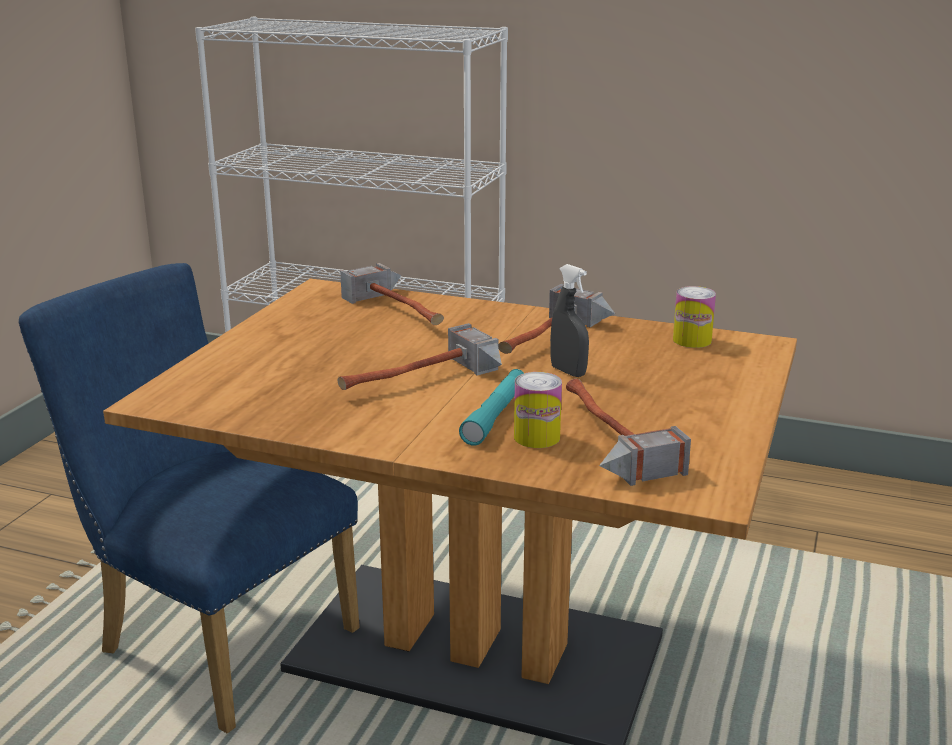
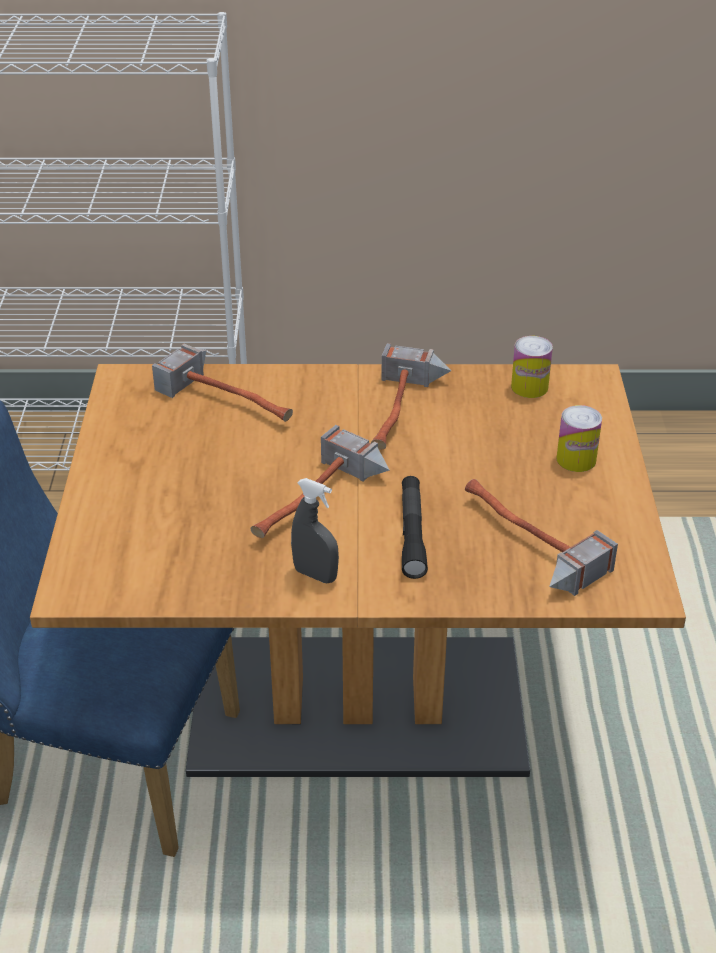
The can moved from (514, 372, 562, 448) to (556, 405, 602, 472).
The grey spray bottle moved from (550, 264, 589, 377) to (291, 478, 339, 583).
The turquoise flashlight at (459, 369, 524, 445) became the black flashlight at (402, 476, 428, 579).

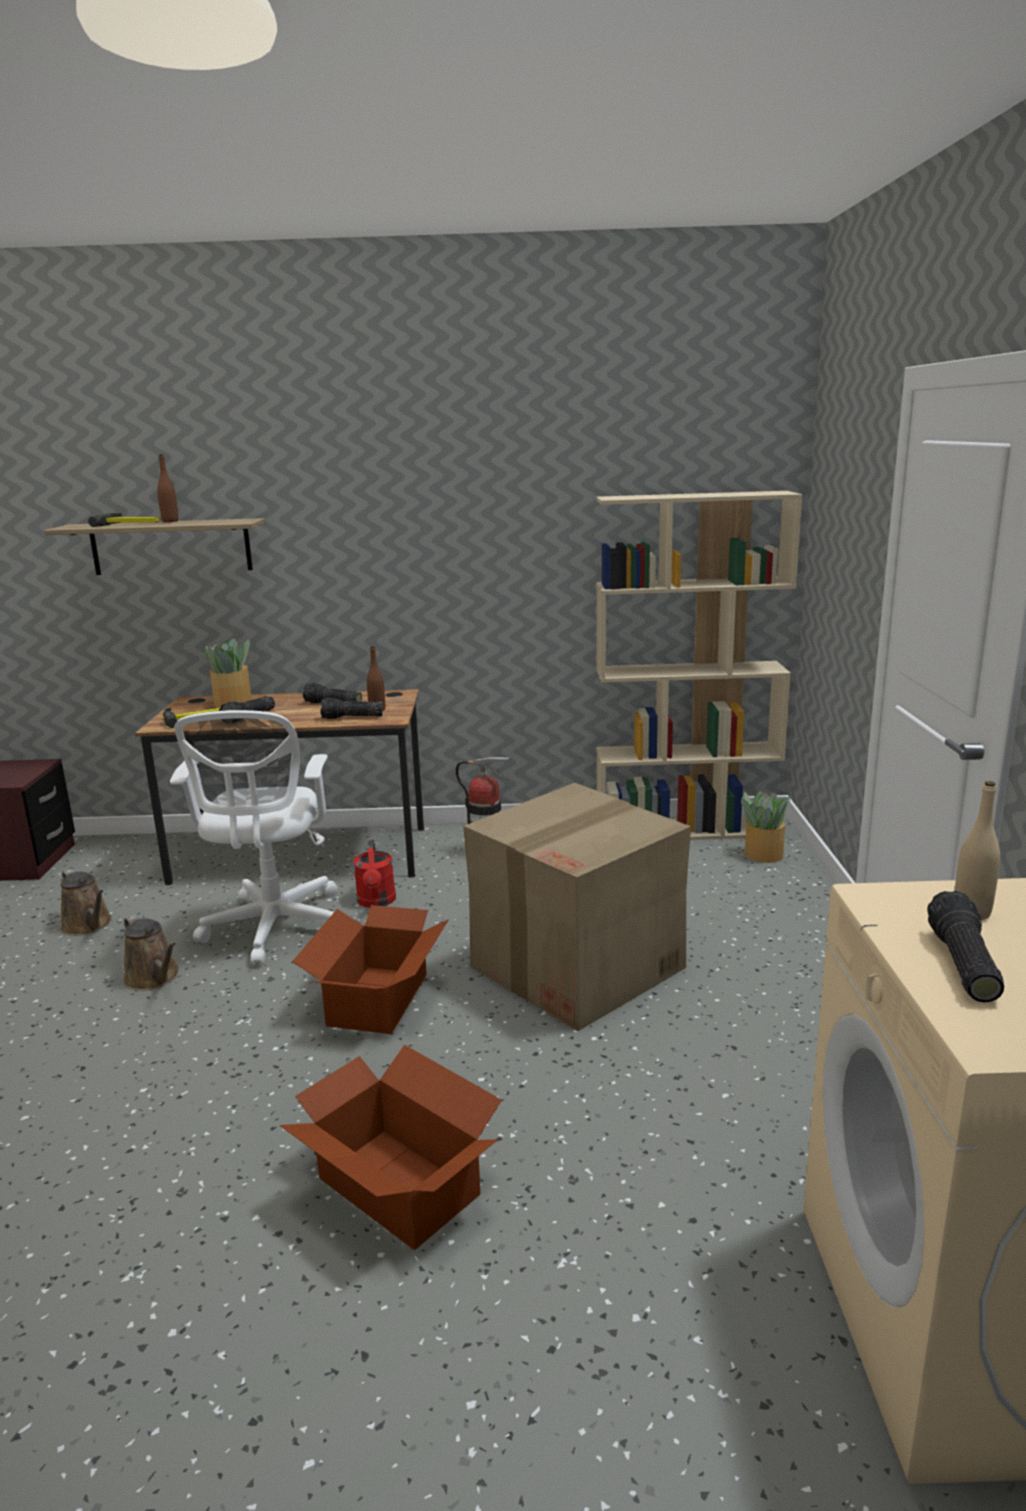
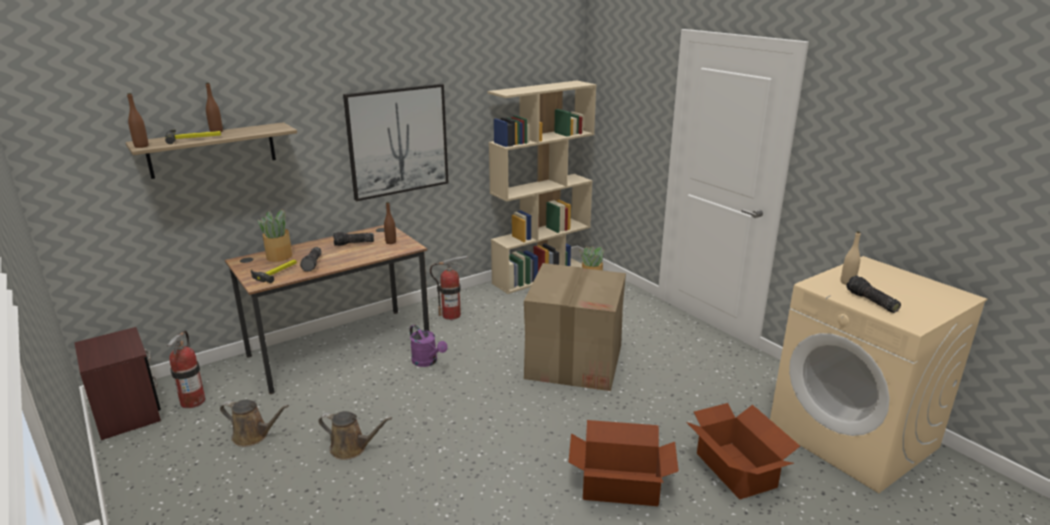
The white office chair at (170, 710, 338, 965) disappeared.
The flashlight at (320, 698, 383, 719) disappeared.
The brown bottle at (127, 93, 149, 148) appeared.
The fire extinguisher at (167, 330, 205, 408) appeared.
The picture at (343, 84, 449, 201) appeared.
The cardboard box moved from (292, 905, 449, 1034) to (686, 403, 800, 499).
The red watering can at (353, 840, 396, 908) became the purple watering can at (410, 325, 448, 367).

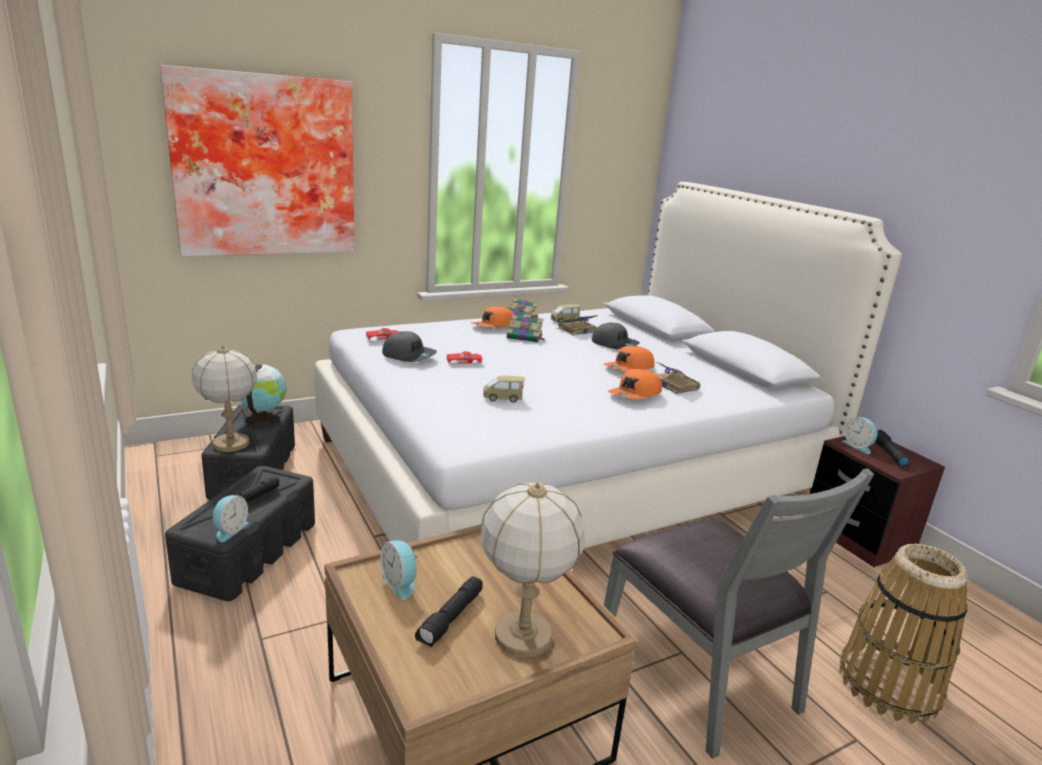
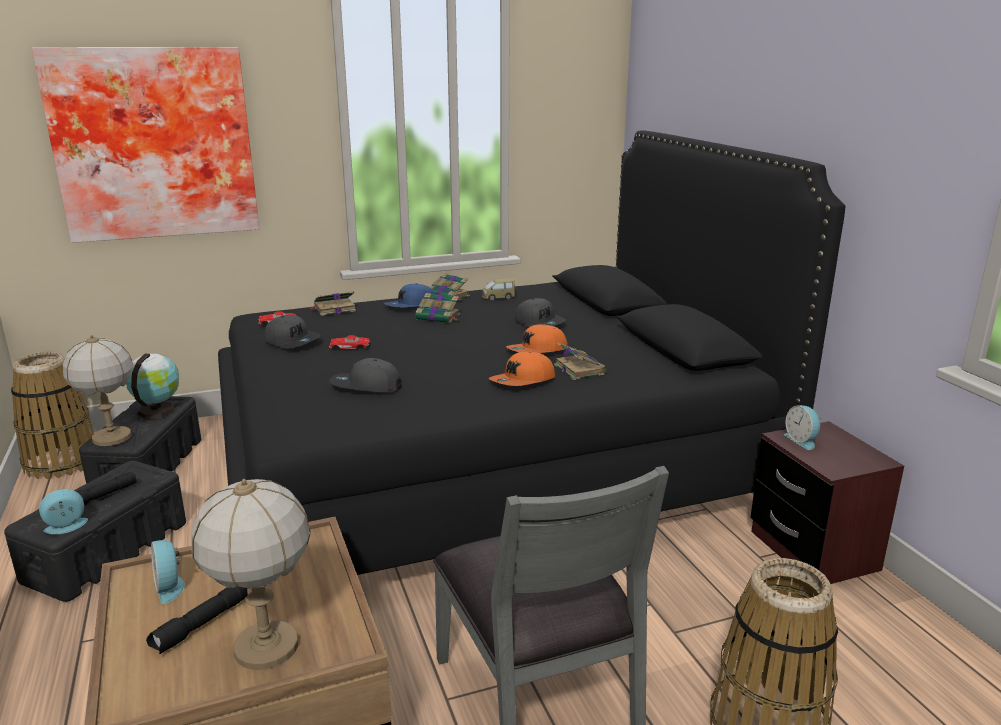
The black flashlight at (875, 430, 910, 466) disappeared.
The basket at (11, 352, 94, 479) appeared.
The book moved from (558, 315, 598, 335) to (311, 291, 356, 316).
The toy car at (483, 376, 525, 403) was replaced by the grey cap at (329, 358, 402, 392).
The white bed at (315, 182, 902, 549) became the black bed at (218, 130, 845, 575).
The orange cap at (471, 306, 514, 327) became the blue cap at (384, 283, 435, 308).
The alarm clock at (212, 495, 249, 542) turned 150 degrees counterclockwise.

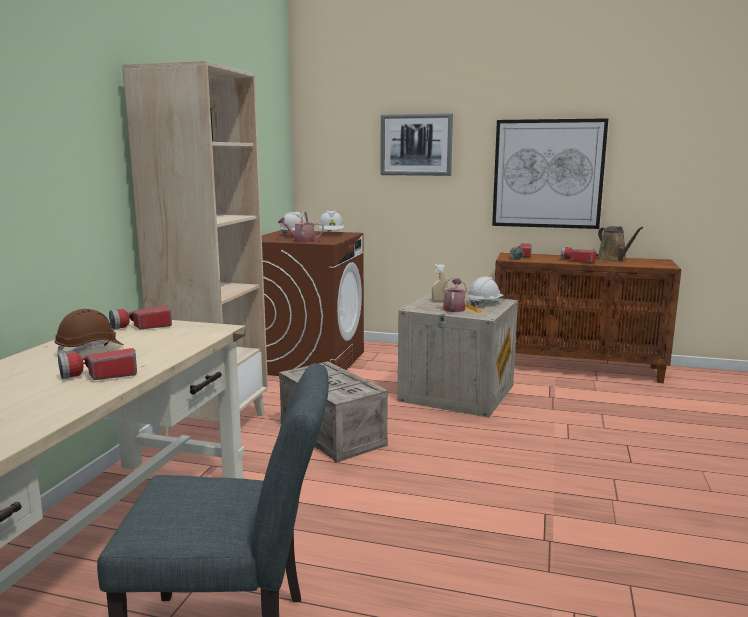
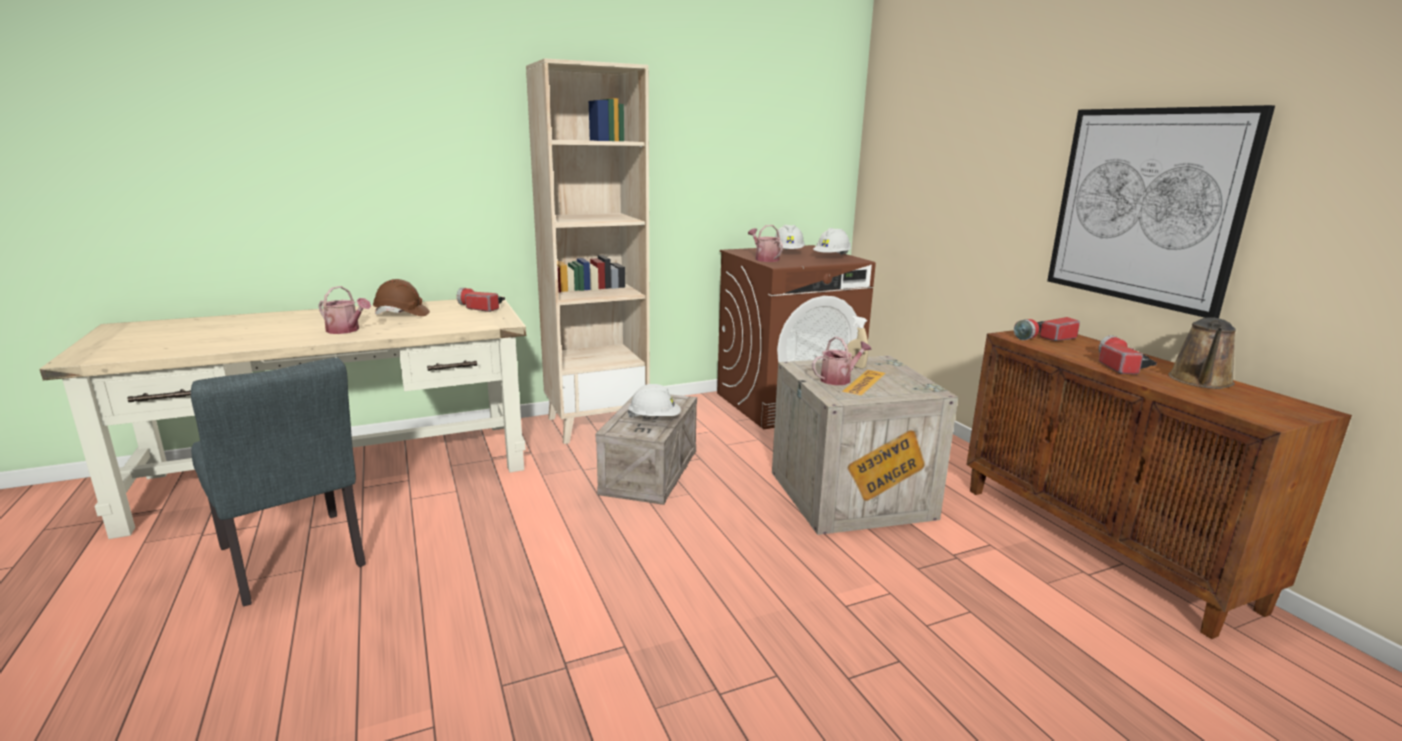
The picture at (381, 113, 453, 176) disappeared.
The white hard hat moved from (467, 277, 504, 307) to (627, 384, 681, 418).
The flashlight at (58, 348, 137, 380) was replaced by the watering can at (318, 286, 371, 334).

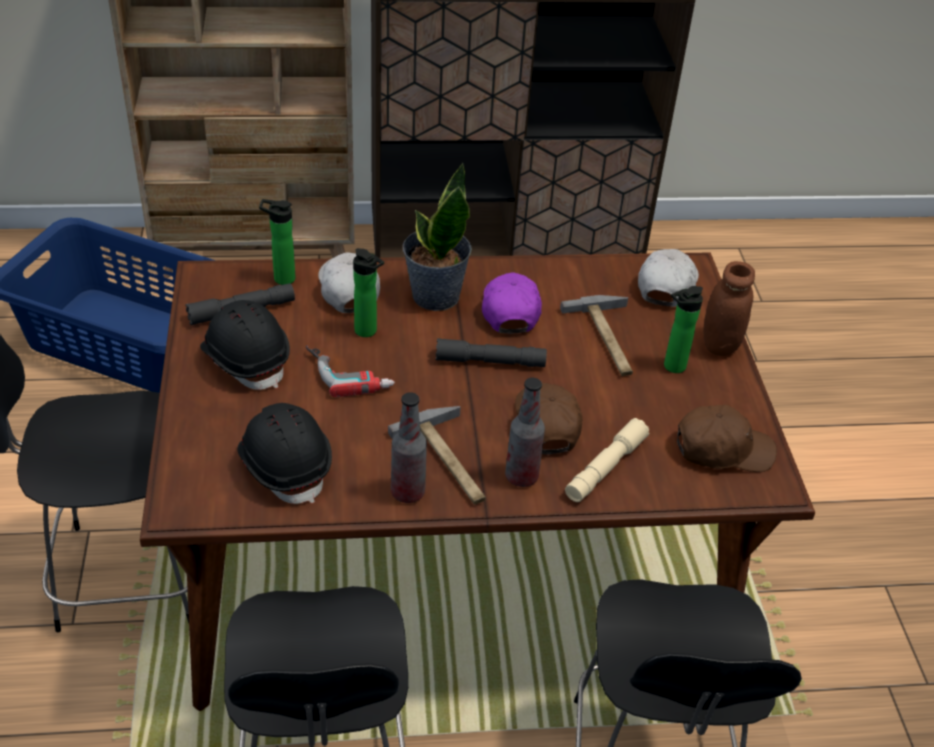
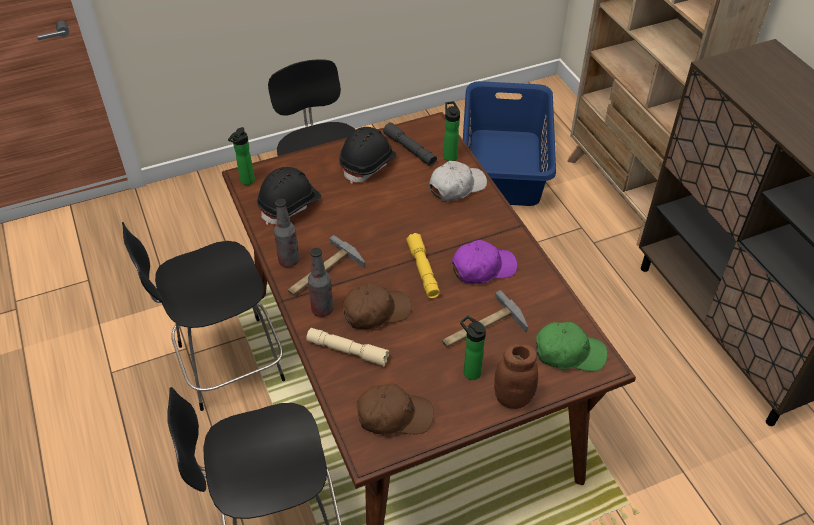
The power drill at (306, 345, 395, 397) disappeared.
The potted plant at (403, 163, 472, 311) disappeared.
The bottle moved from (353, 248, 384, 337) to (228, 127, 255, 185).
The grey flashlight at (436, 338, 547, 367) became the yellow flashlight at (406, 233, 440, 298).
The white cap at (638, 249, 699, 307) became the green cap at (536, 322, 608, 372).
The brown cap at (677, 405, 777, 472) turned 75 degrees counterclockwise.

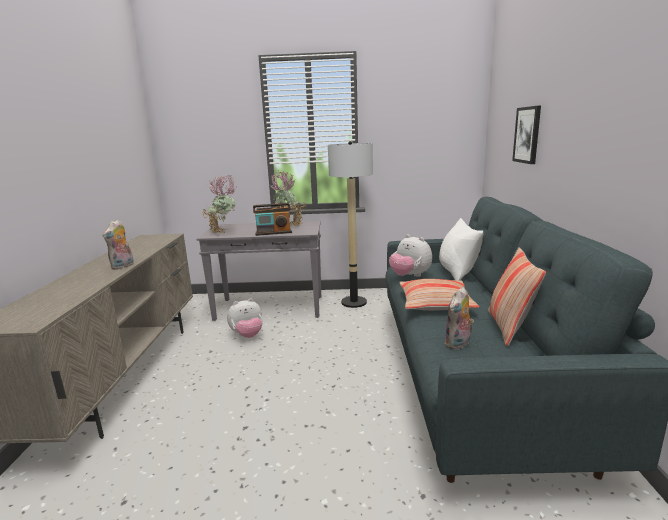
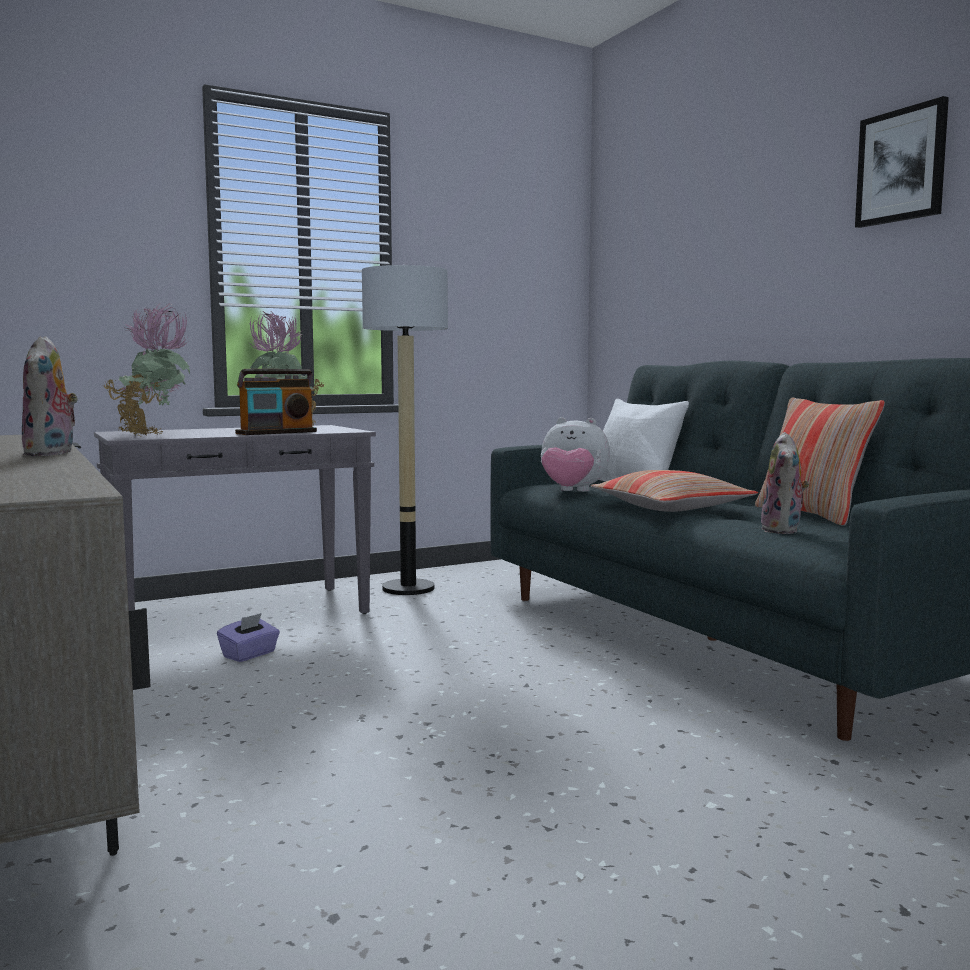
The picture moved from (512, 106, 541, 164) to (855, 96, 949, 228).
The plush toy at (227, 298, 263, 338) was replaced by the purple tissue box at (217, 613, 280, 662).

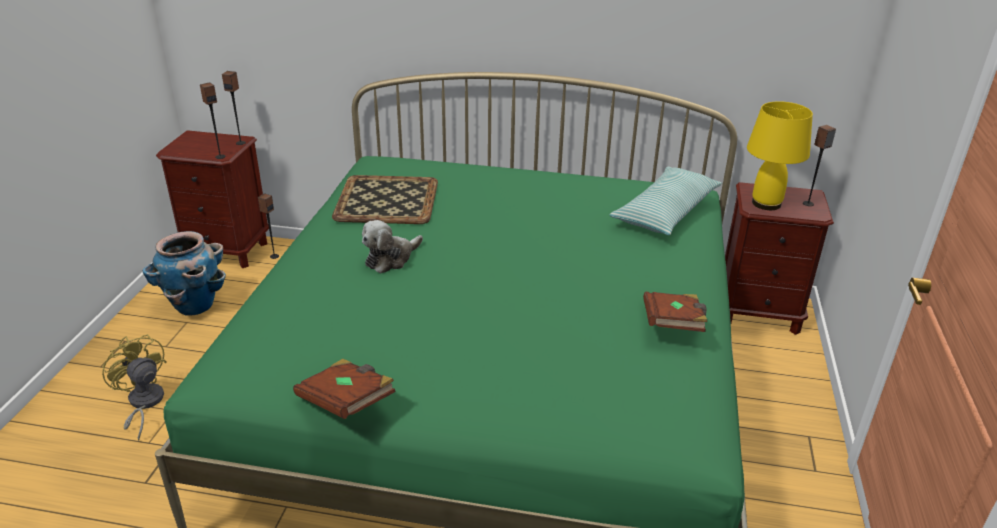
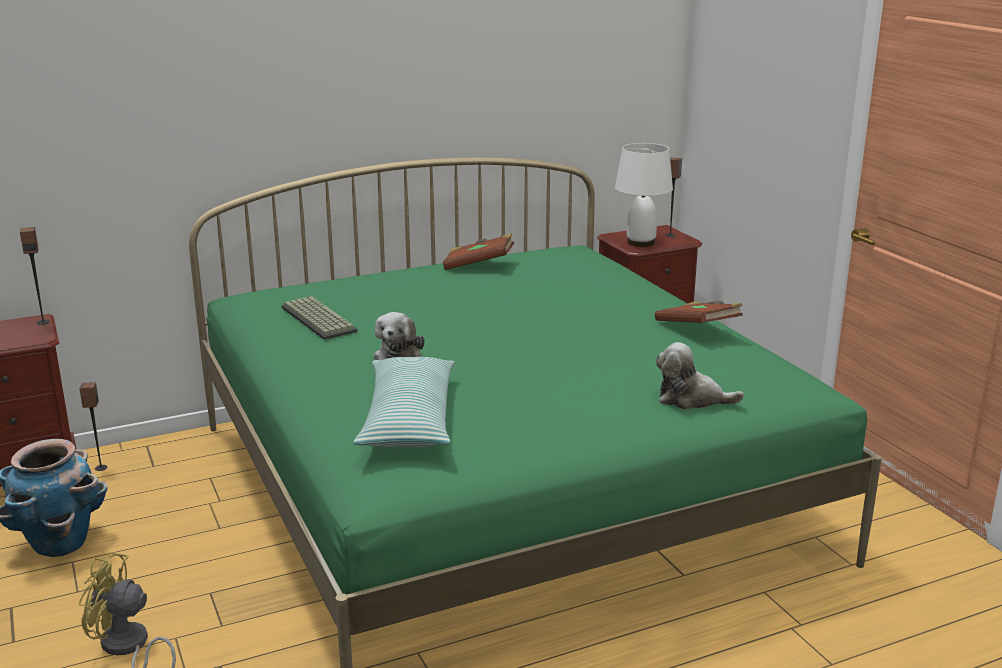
The speaker at (200, 82, 225, 159) disappeared.
The plush toy at (656, 342, 744, 410) appeared.
The brown book moved from (293, 359, 396, 419) to (443, 233, 514, 270).
The pillow moved from (609, 167, 722, 235) to (353, 357, 455, 447).
The tray at (332, 175, 438, 224) was replaced by the keyboard at (281, 296, 358, 340).
The yellow table lamp at (747, 101, 813, 210) became the white table lamp at (615, 143, 673, 247).

